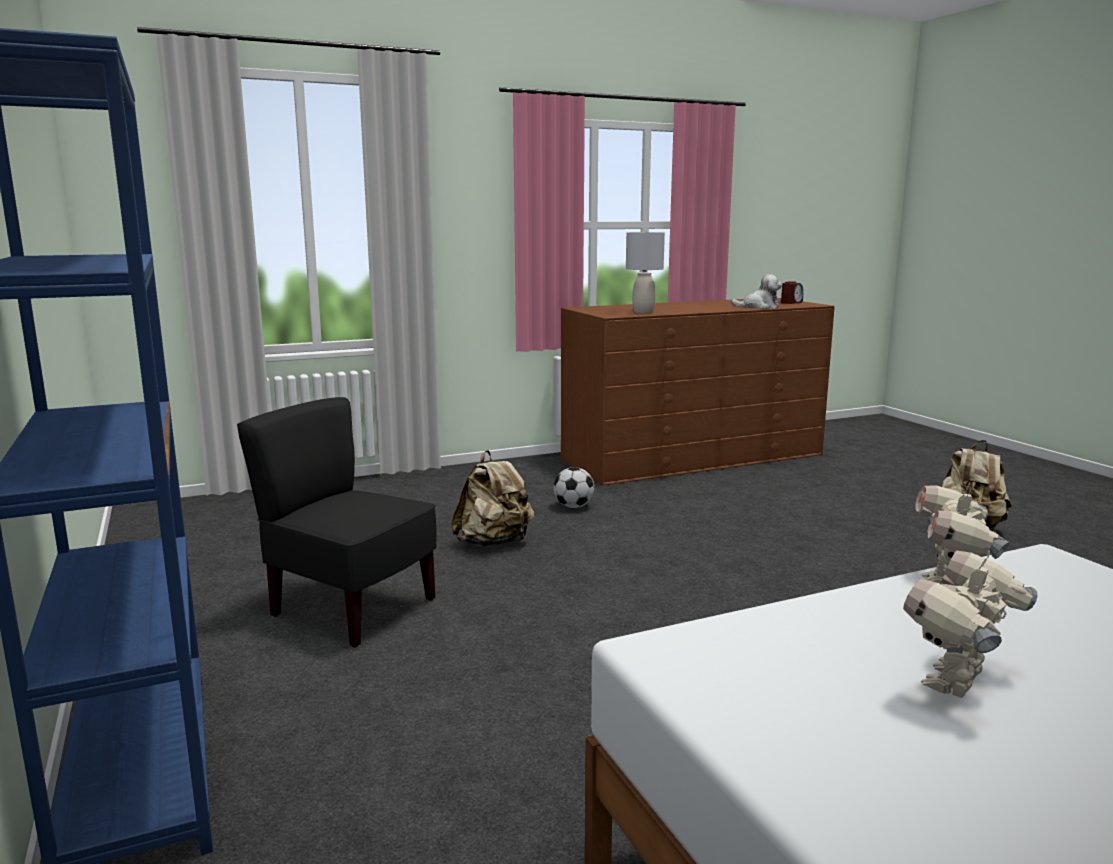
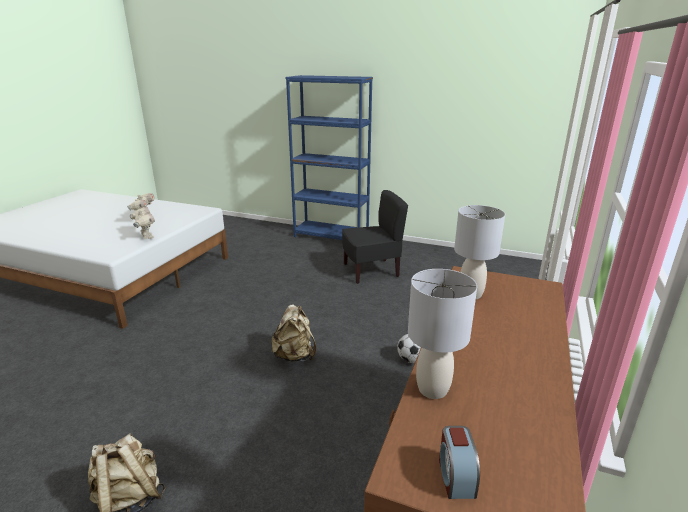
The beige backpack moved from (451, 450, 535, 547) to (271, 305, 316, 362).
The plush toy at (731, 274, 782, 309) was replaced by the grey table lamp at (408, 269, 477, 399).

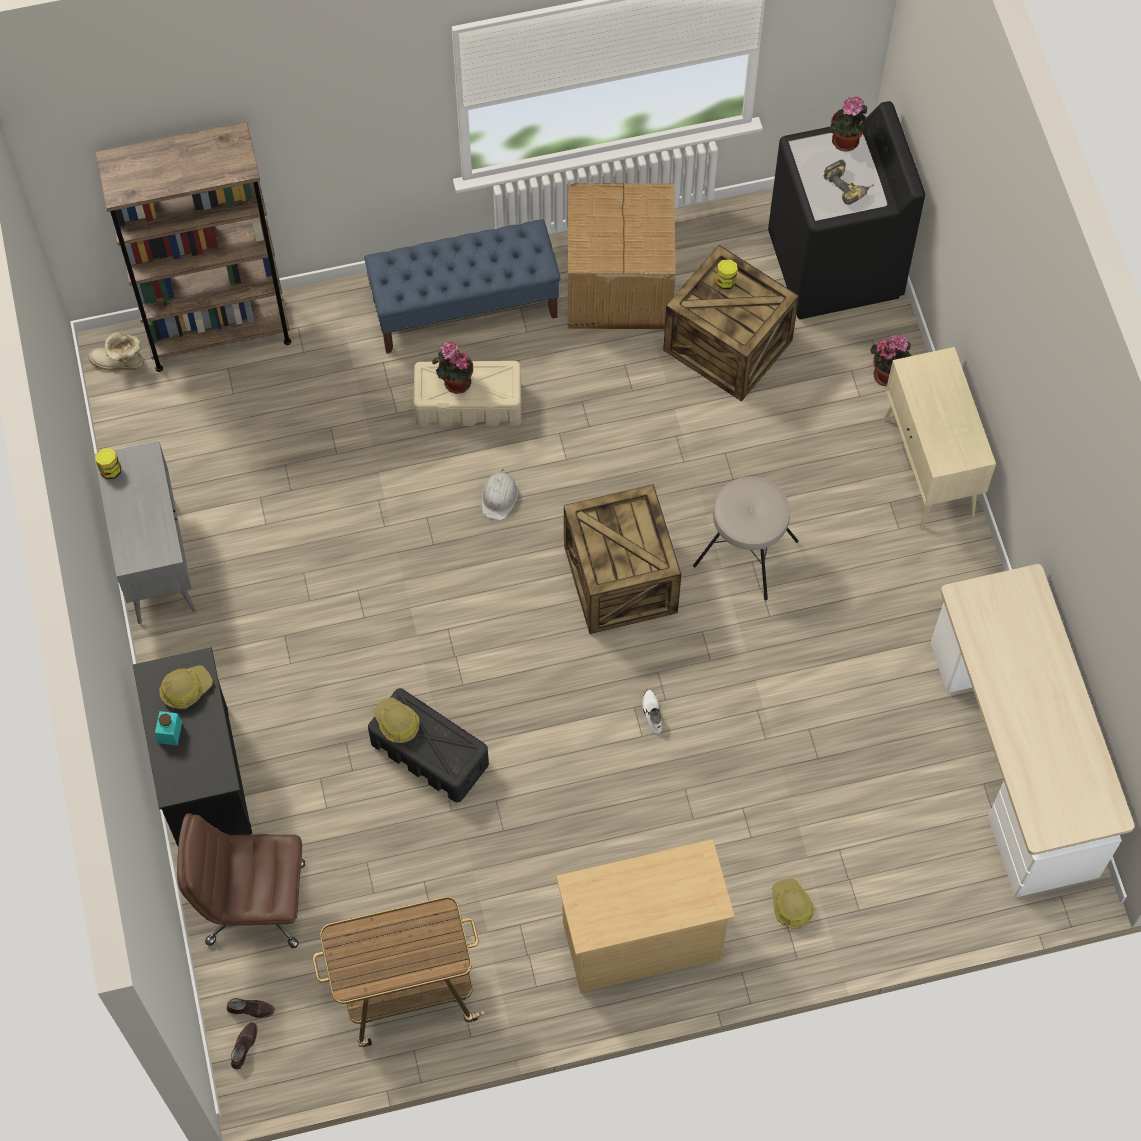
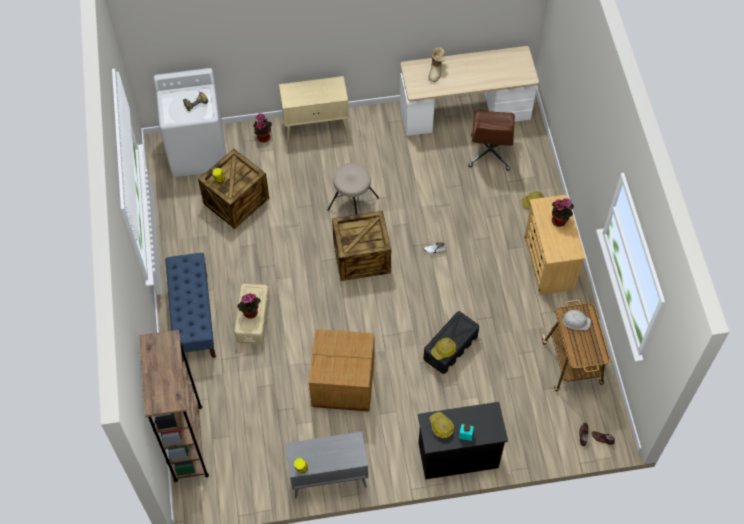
The boot moved from (89, 332, 144, 371) to (429, 47, 445, 82).
The brown office chair moved from (177, 813, 305, 948) to (468, 110, 515, 171).
The white hard hat moved from (481, 469, 518, 520) to (561, 310, 591, 330).
The cardboard box moved from (568, 183, 676, 329) to (309, 329, 374, 411).
The potted plant moved from (828, 96, 868, 151) to (552, 198, 574, 227).
The black washing machine at (768, 101, 925, 319) became the white washing machine at (153, 68, 226, 177).

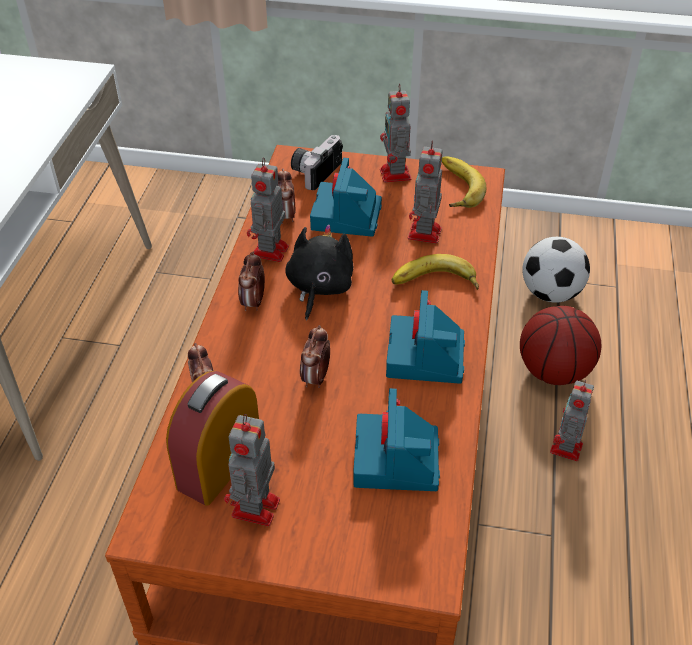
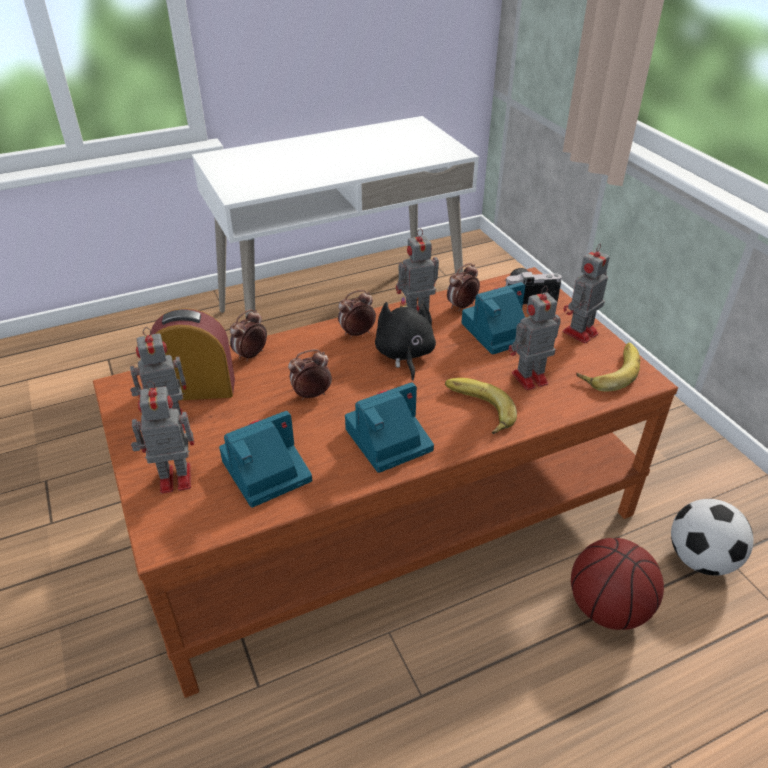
The toy robot moved from (550, 380, 594, 461) to (131, 381, 194, 494).
The black plush toy at (285, 224, 353, 320) turned 75 degrees counterclockwise.

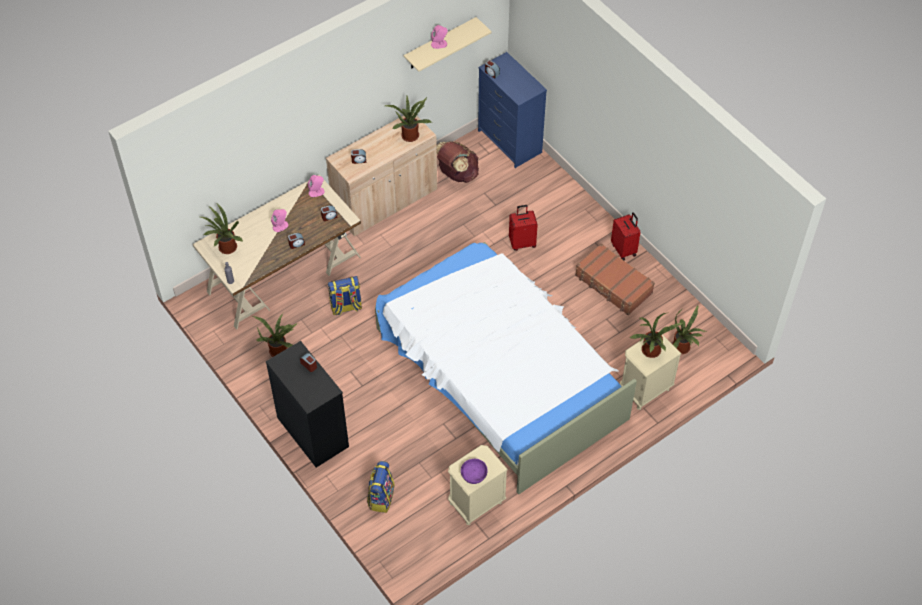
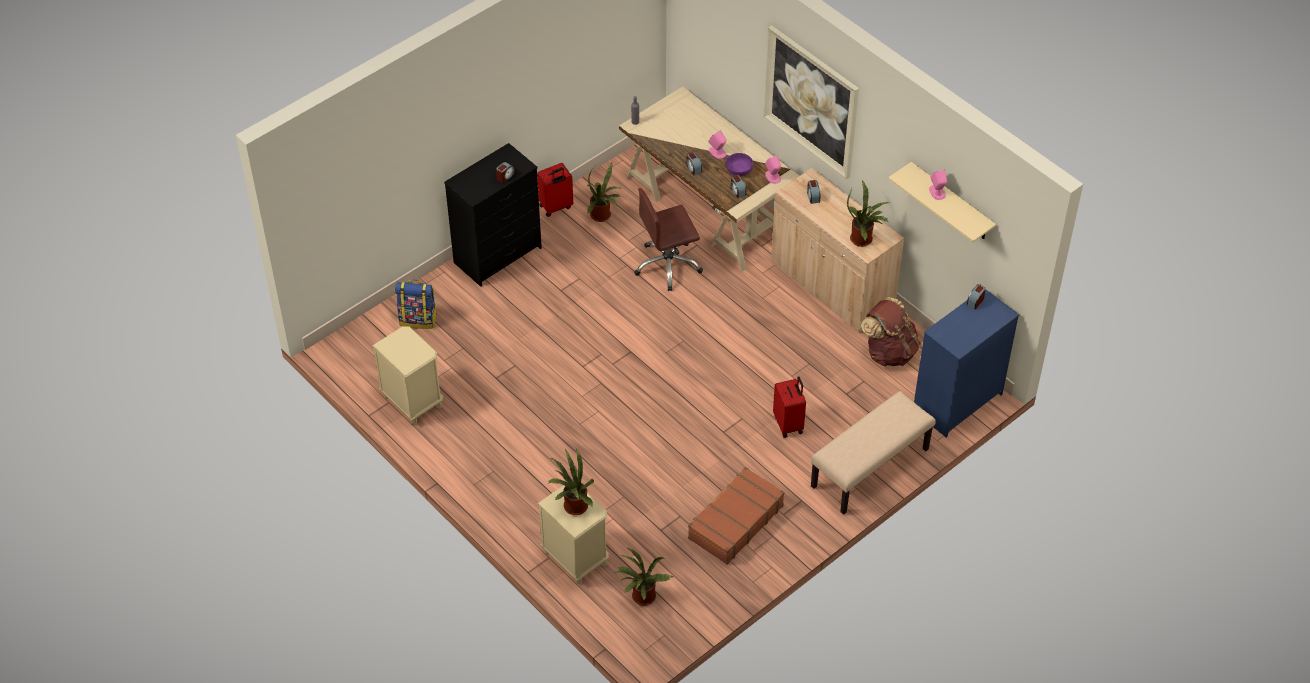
The potted plant at (201, 204, 243, 254) disappeared.
The white bed at (375, 242, 637, 494) disappeared.
The picture at (763, 25, 859, 179) appeared.
The beige bench at (811, 391, 936, 515) appeared.
The purple bowl moved from (461, 459, 487, 484) to (725, 153, 753, 176).
The red suitcase moved from (611, 212, 641, 260) to (537, 163, 573, 217).
The backpack at (328, 276, 362, 316) was replaced by the brown office chair at (634, 188, 703, 291).

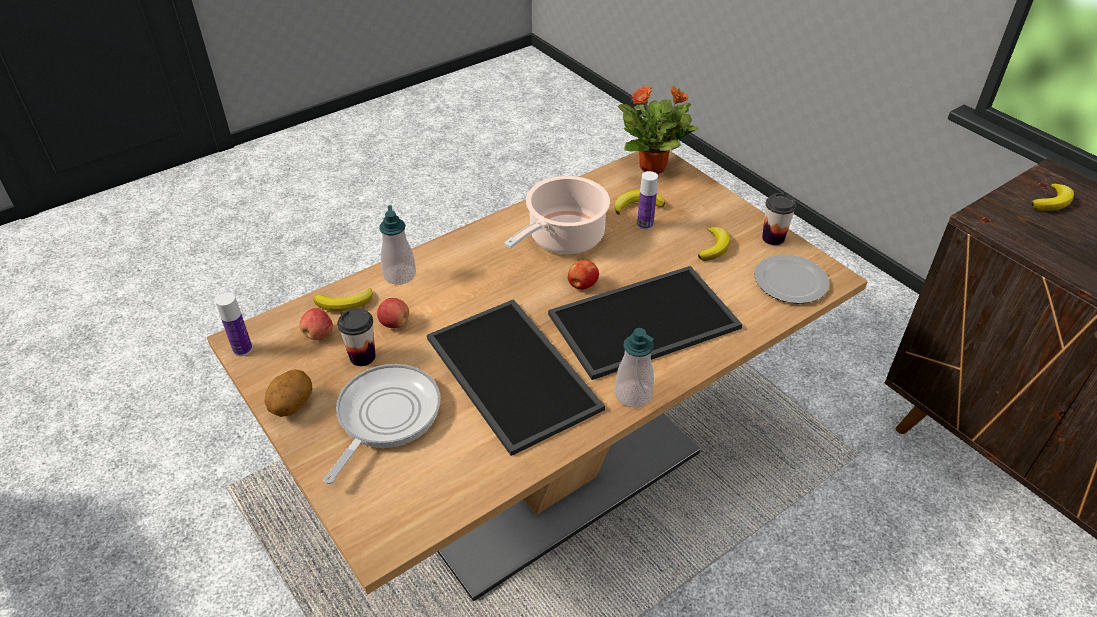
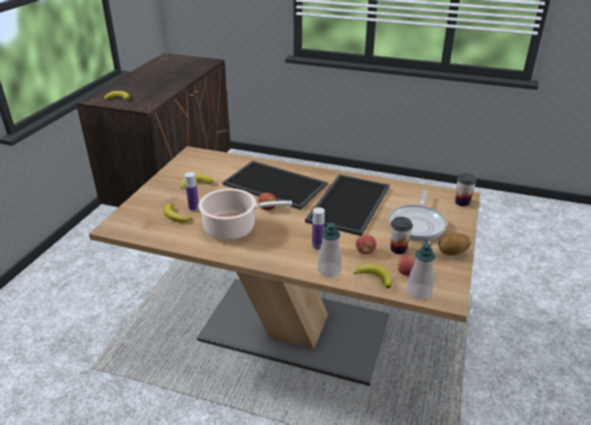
The potted plant at (618, 85, 698, 174) disappeared.
The plate at (754, 254, 829, 304) disappeared.
The bottle moved from (215, 293, 253, 356) to (312, 207, 325, 250).
The soap dispenser moved from (615, 328, 654, 408) to (407, 239, 435, 300).
The cup moved from (762, 193, 797, 245) to (455, 173, 477, 206).
The frying pan at (323, 364, 440, 484) turned 60 degrees counterclockwise.

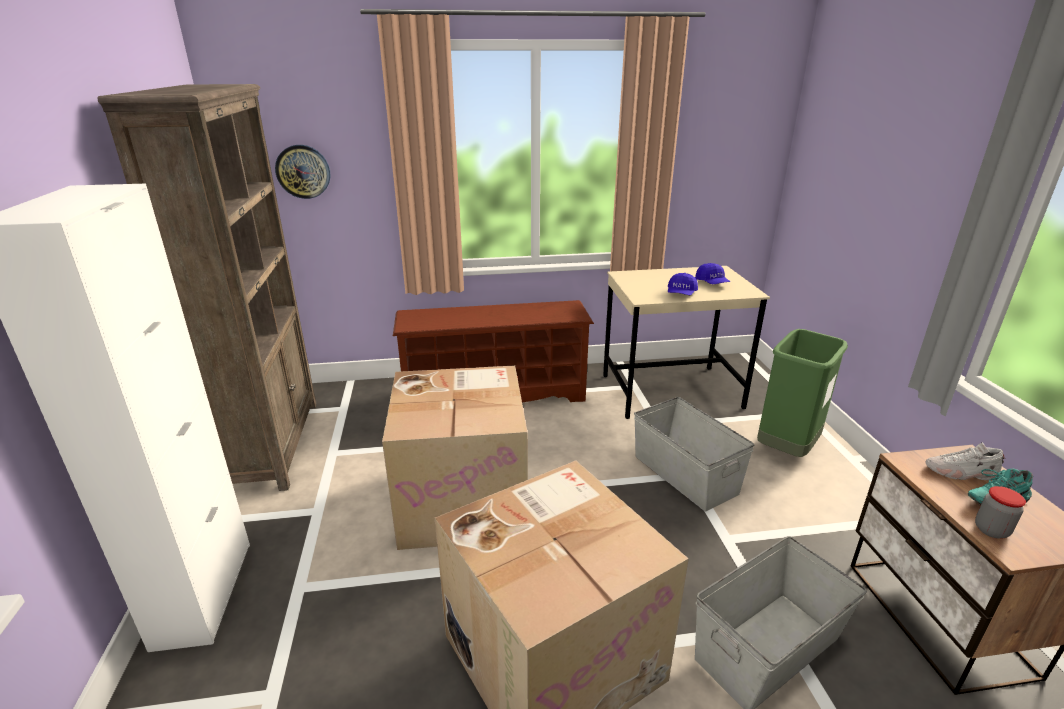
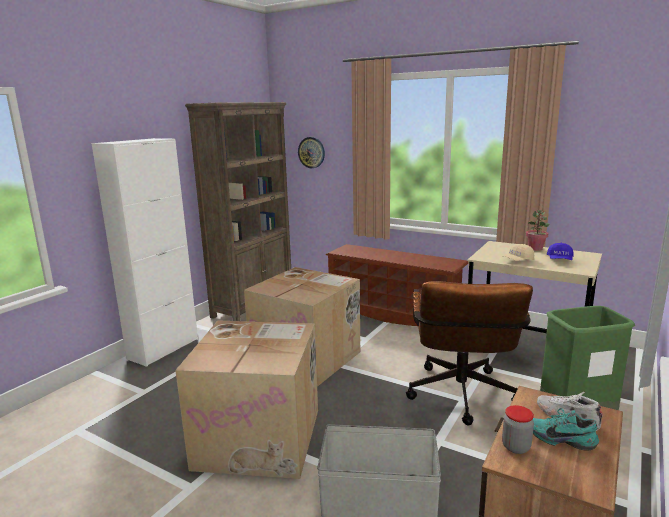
The potted plant at (526, 210, 549, 251) appeared.
The grey storage box at (634, 397, 754, 511) was replaced by the brown office chair at (406, 281, 533, 425).
The blue cap at (668, 273, 698, 295) became the beige cap at (504, 244, 534, 261).

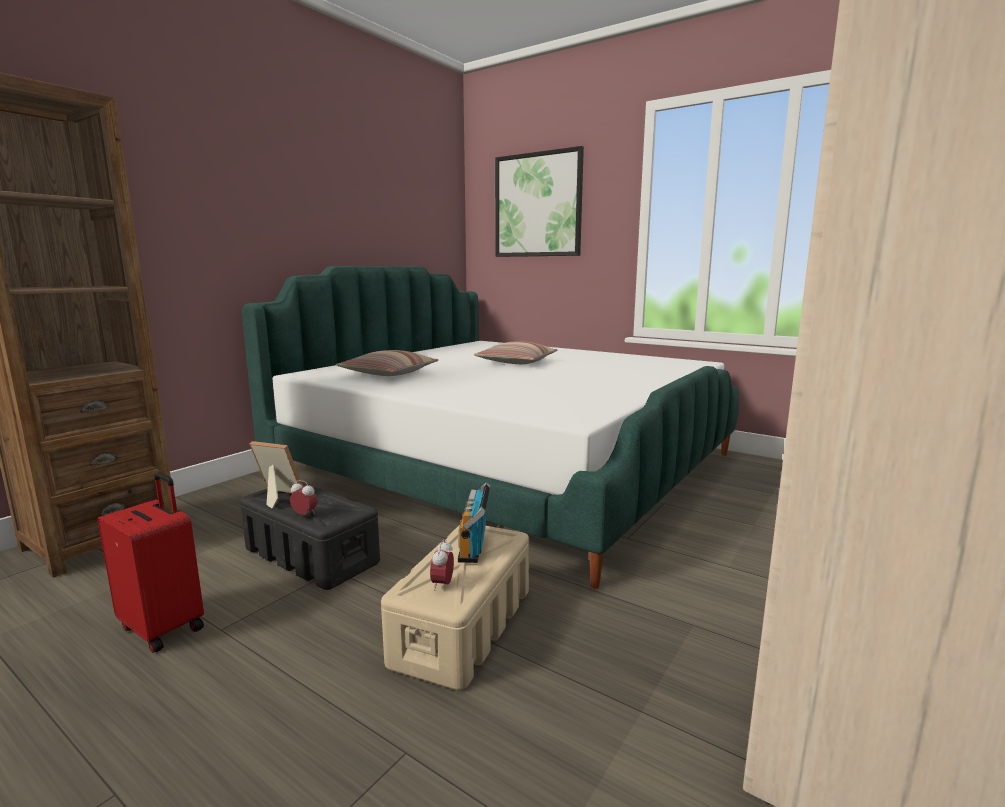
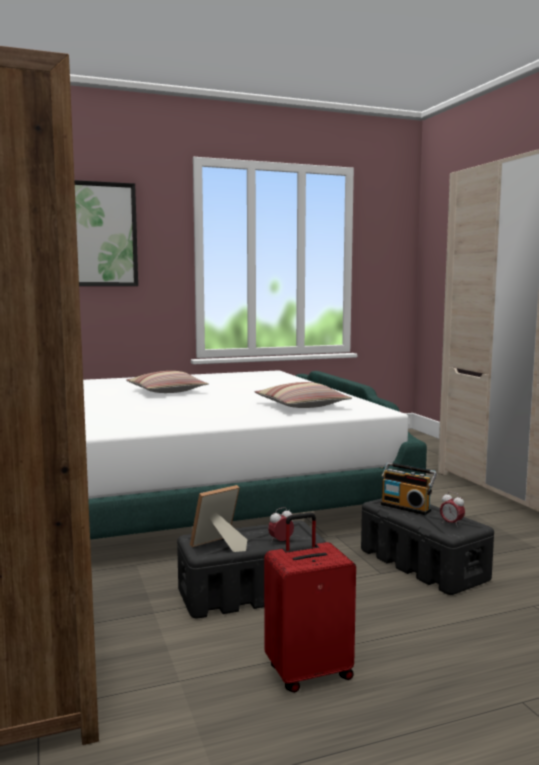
The pillow moved from (335, 350, 439, 376) to (255, 382, 352, 408).
The beige storage box at (381, 525, 529, 690) became the black storage box at (361, 498, 494, 595).

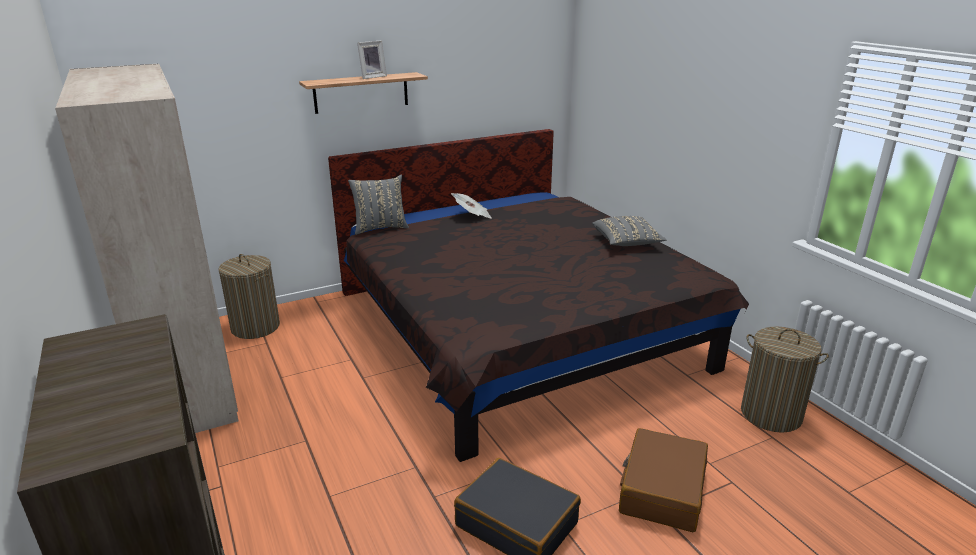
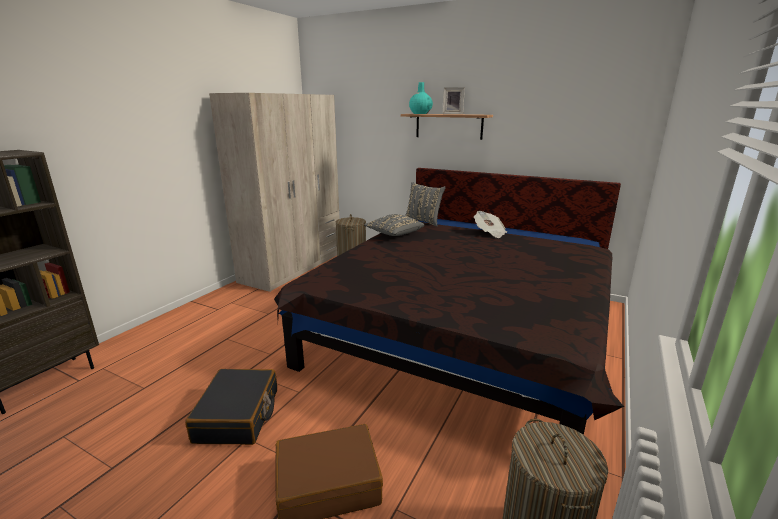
The turquoise vase at (409, 82, 433, 114) appeared.
The grey pillow moved from (592, 216, 666, 246) to (364, 214, 425, 236).

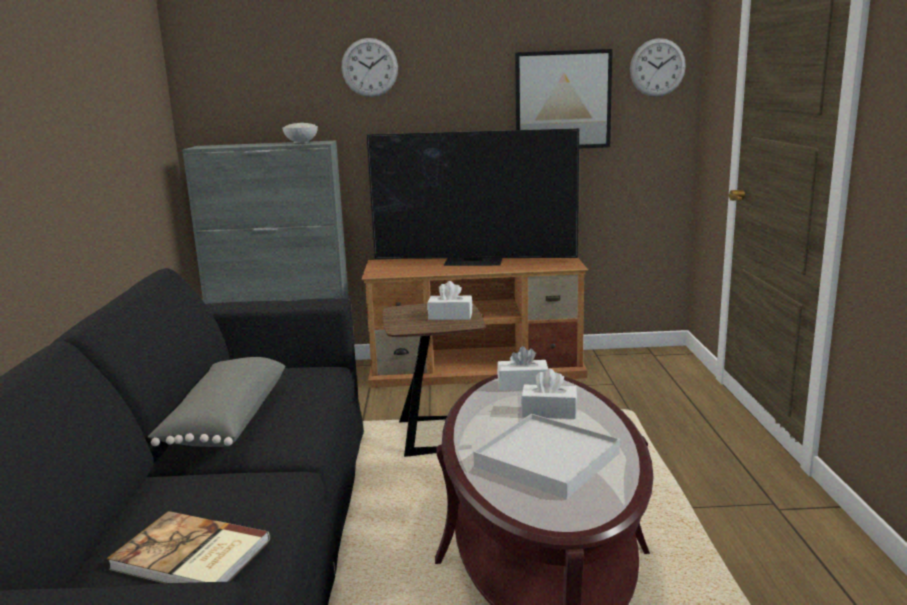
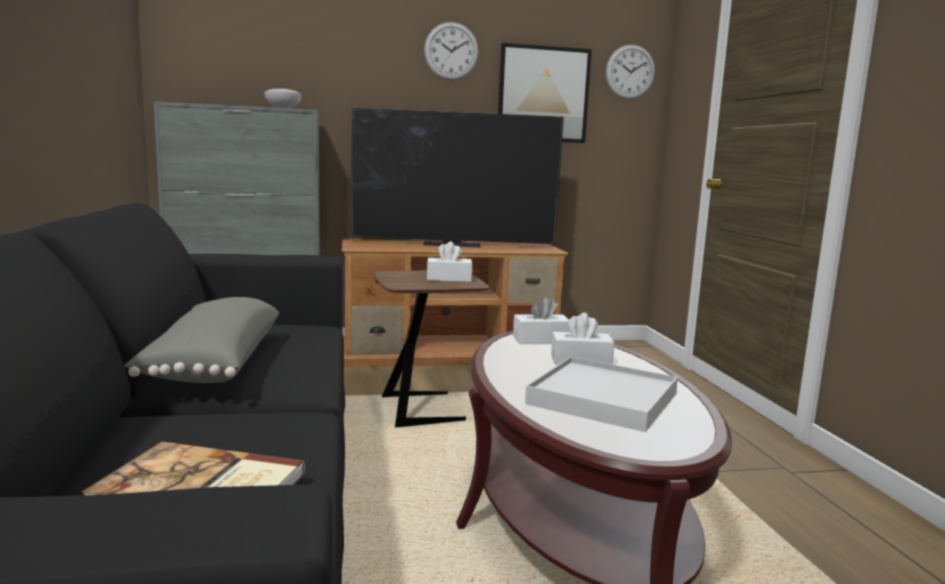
The wall clock moved from (342, 38, 398, 97) to (424, 22, 479, 80).

